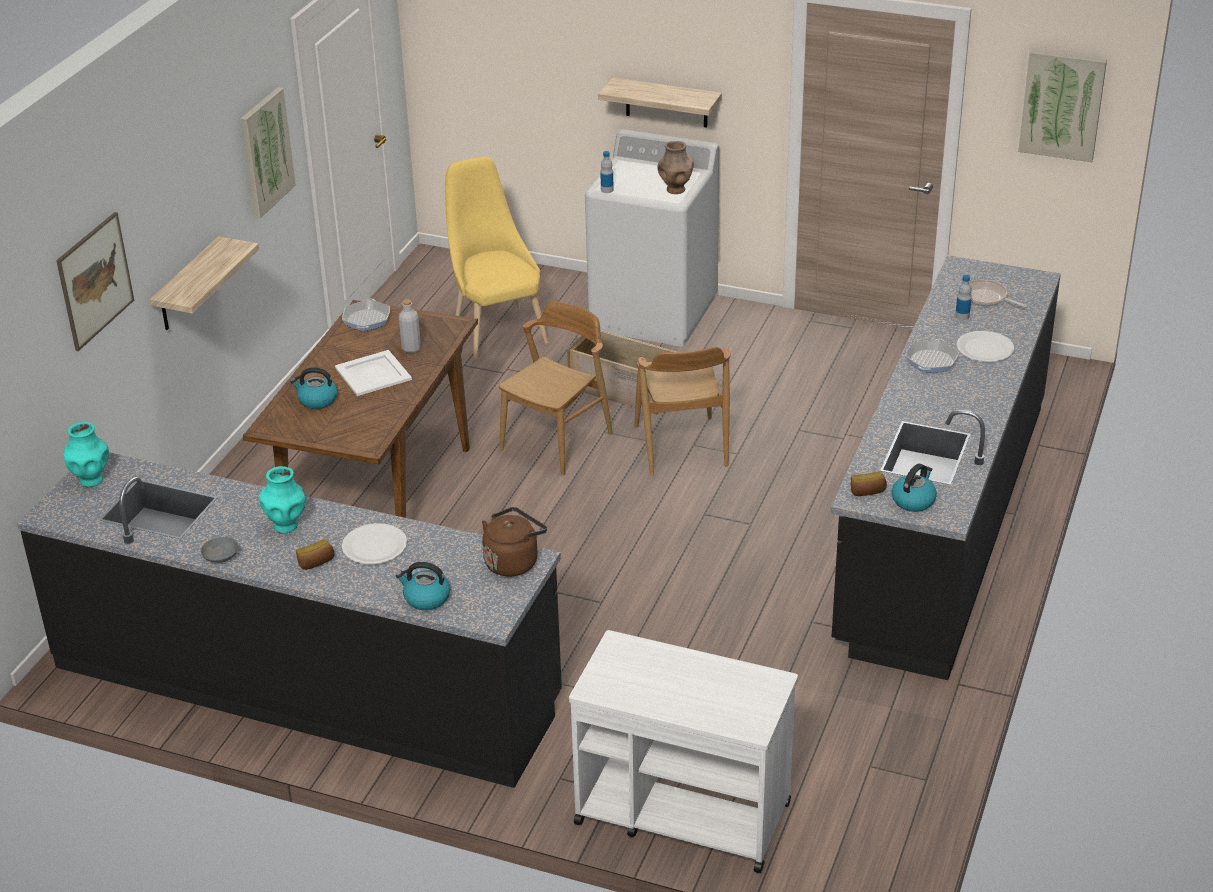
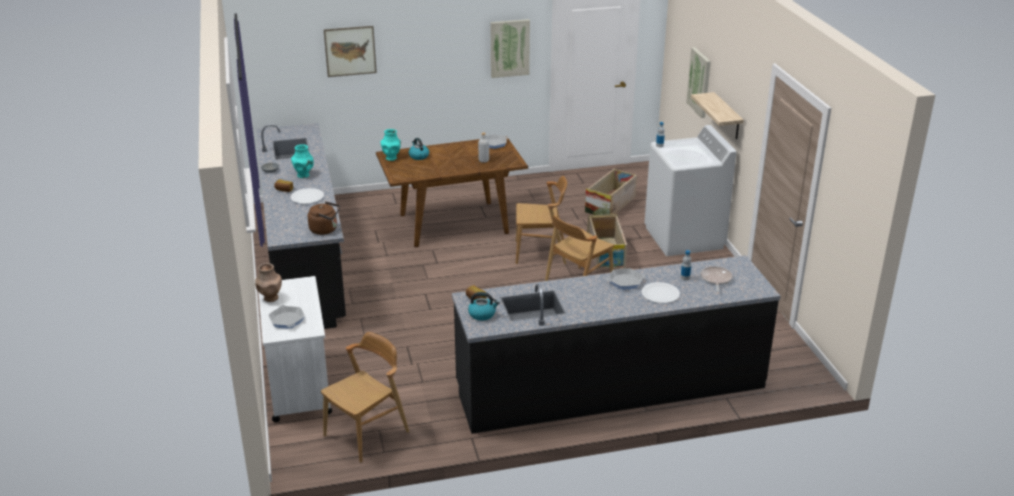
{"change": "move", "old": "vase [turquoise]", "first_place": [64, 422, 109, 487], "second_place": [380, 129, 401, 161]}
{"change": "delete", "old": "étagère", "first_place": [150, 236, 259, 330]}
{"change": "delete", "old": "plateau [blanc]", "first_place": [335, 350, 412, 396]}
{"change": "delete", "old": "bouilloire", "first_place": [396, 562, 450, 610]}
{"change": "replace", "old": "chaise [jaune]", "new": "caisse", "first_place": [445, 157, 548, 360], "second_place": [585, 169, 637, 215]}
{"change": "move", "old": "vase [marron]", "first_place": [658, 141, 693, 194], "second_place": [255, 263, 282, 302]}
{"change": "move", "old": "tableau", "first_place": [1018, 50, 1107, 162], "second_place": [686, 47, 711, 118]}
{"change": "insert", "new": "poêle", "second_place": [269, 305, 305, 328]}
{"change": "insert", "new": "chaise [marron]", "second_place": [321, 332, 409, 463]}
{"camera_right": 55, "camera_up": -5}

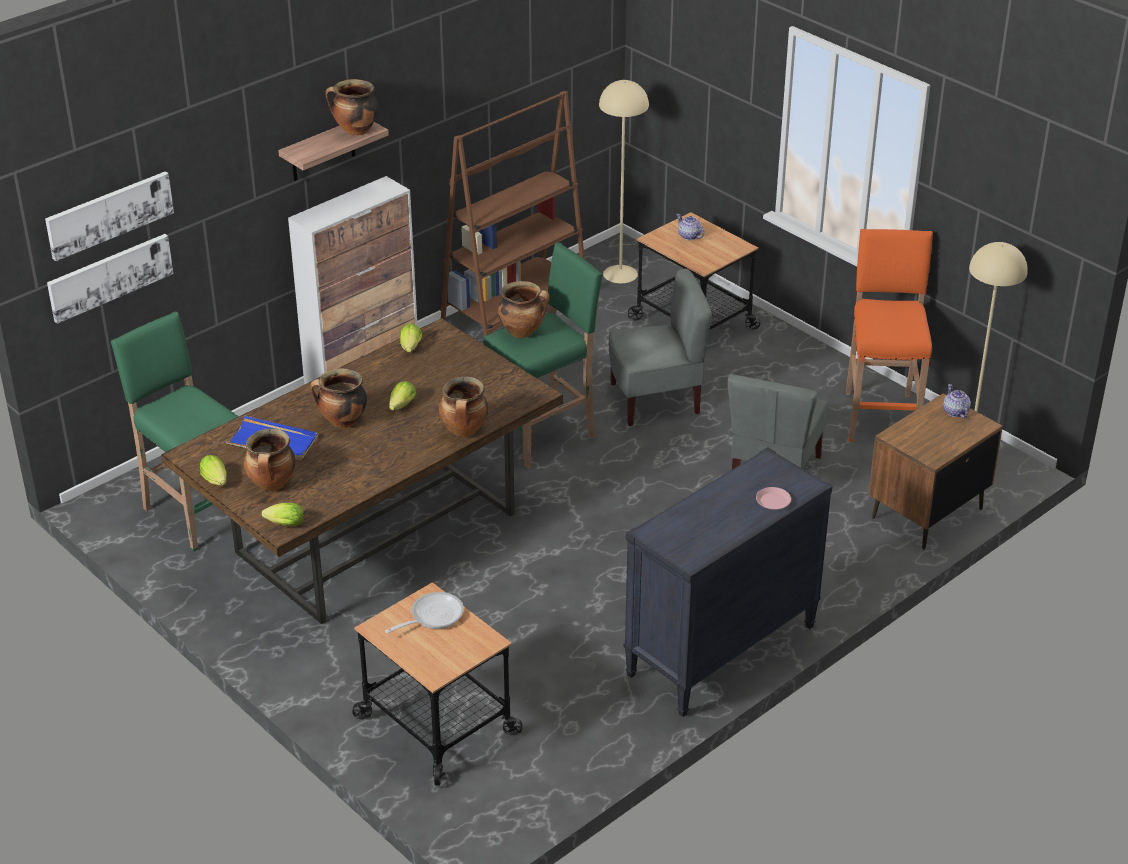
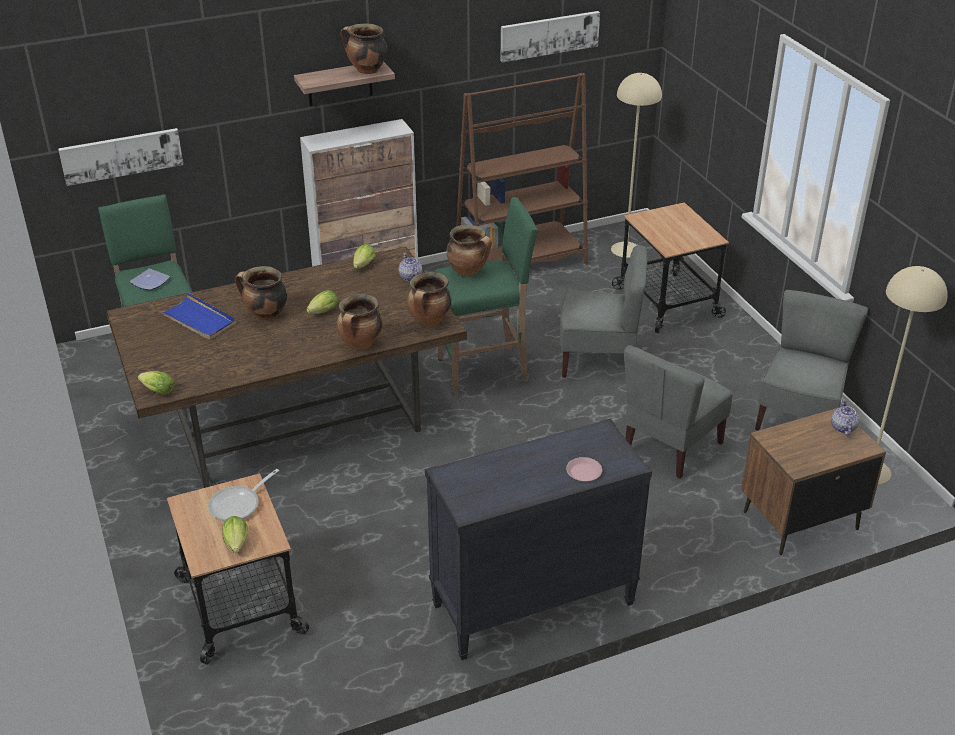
{"change": "move", "old": "tableau", "first_place": [45, 171, 174, 261], "second_place": [500, 11, 600, 62]}
{"change": "move", "old": "laitue", "first_place": [200, 455, 227, 486], "second_place": [222, 516, 248, 553]}
{"change": "move", "old": "marmite", "first_place": [244, 428, 295, 491], "second_place": [407, 272, 452, 327]}
{"change": "rotate", "old": "poêle", "first_place": [385, 592, 464, 633], "second_place": [208, 469, 279, 522], "degrees": 150}
{"change": "move", "old": "théière", "first_place": [676, 214, 704, 240], "second_place": [398, 253, 422, 281]}
{"change": "replace", "old": "tabouret [orange]", "new": "chaise [gris]", "first_place": [846, 229, 933, 442], "second_place": [755, 290, 868, 431]}
{"change": "insert", "new": "assiette", "second_place": [129, 269, 170, 290]}
{"camera_right": 20, "camera_up": 0}

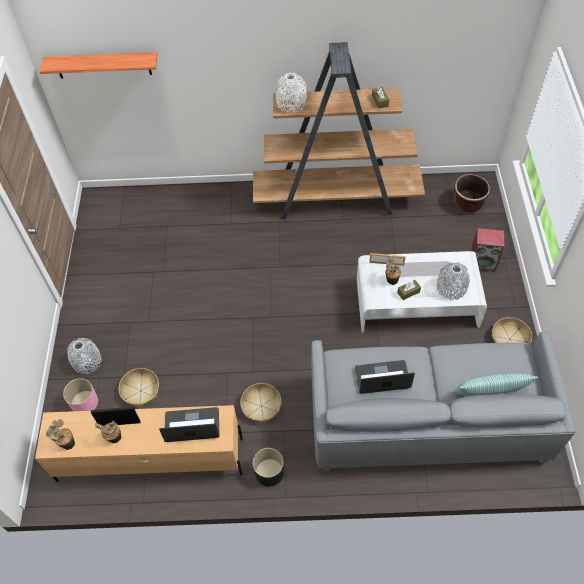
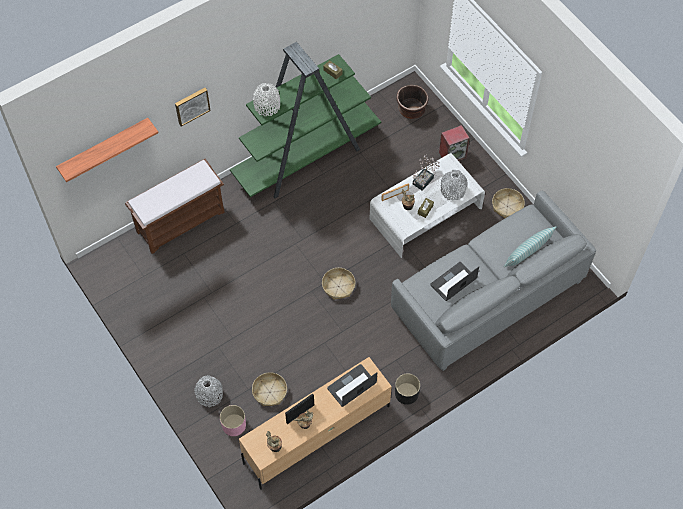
{"change": "move", "old": "panier", "first_place": [240, 383, 281, 423], "second_place": [322, 268, 355, 300]}
{"change": "recolor", "old": "bibliothèque [marron]", "new": "bibliothèque [vert]", "first_place": [253, 42, 425, 219], "second_place": [230, 42, 381, 199]}
{"change": "insert", "new": "banc [marron]", "second_place": [125, 159, 225, 254]}
{"change": "insert", "new": "tableau", "second_place": [175, 88, 211, 126]}
{"change": "insert", "new": "plante en pot", "second_place": [413, 154, 440, 191]}
{"camera_right": -35, "camera_up": 5}

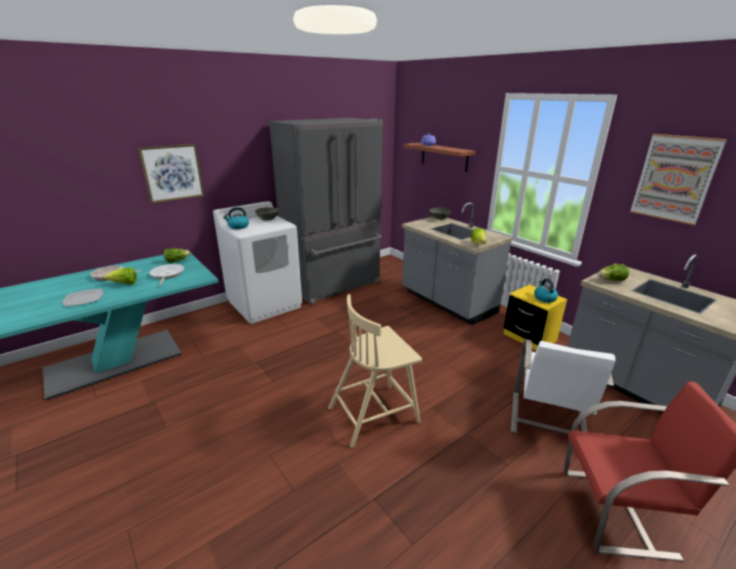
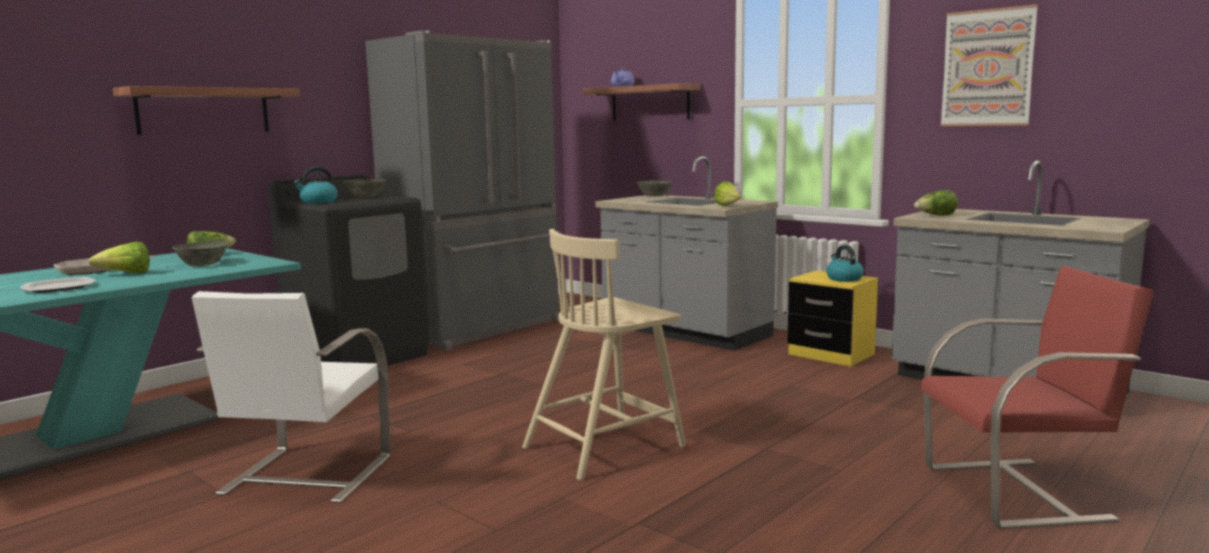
{"change": "replace", "old": "tableau", "new": "étagère", "first_place": [138, 144, 205, 204], "second_place": [113, 86, 300, 135]}
{"change": "replace", "old": "poêle", "new": "bol [gris]", "first_place": [149, 264, 184, 286], "second_place": [172, 241, 228, 266]}
{"change": "recolor", "old": "lave-linge [blanc]", "new": "lave-linge [noir]", "first_place": [213, 201, 302, 324], "second_place": [268, 174, 430, 366]}
{"change": "move", "old": "chaise [blanc]", "first_place": [511, 339, 616, 434], "second_place": [192, 291, 391, 503]}
{"camera_right": -10, "camera_up": -15}

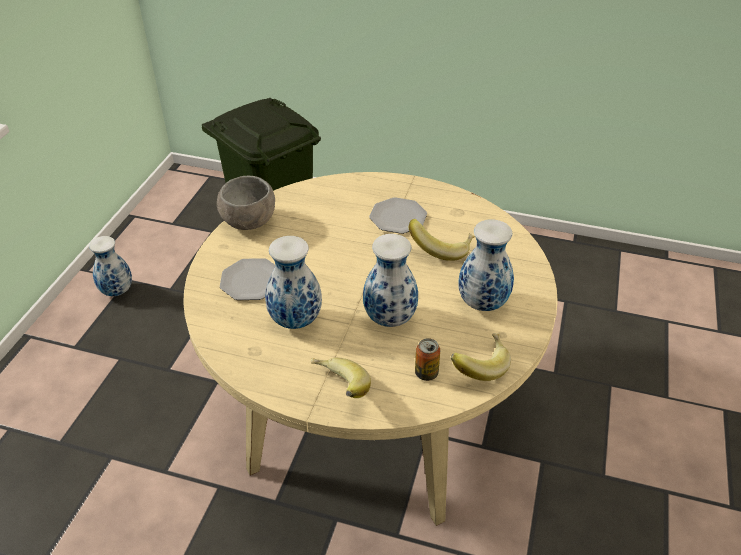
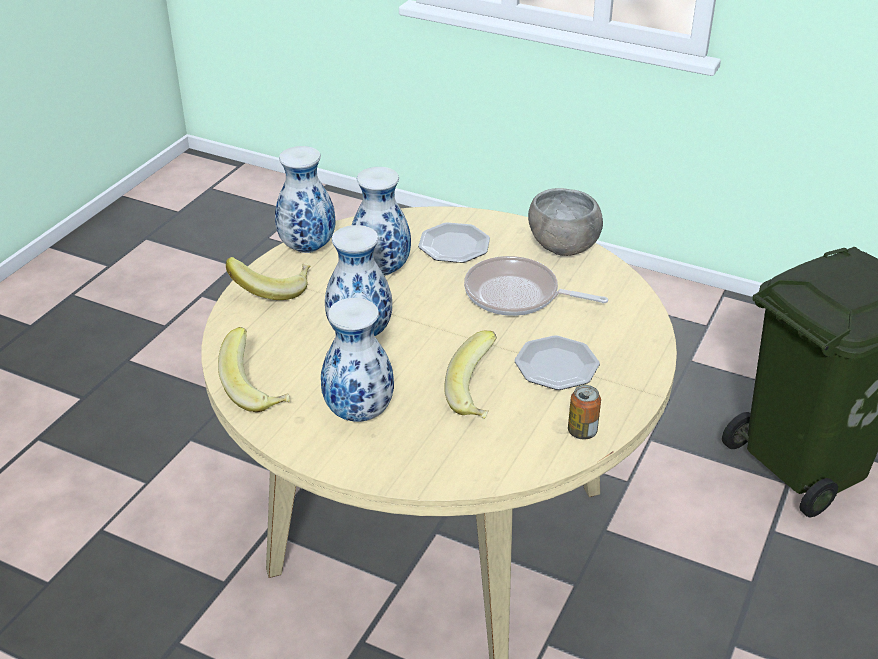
{"change": "move", "old": "vase", "first_place": [89, 236, 132, 296], "second_place": [275, 146, 336, 253]}
{"change": "move", "old": "boîte métallique", "first_place": [415, 338, 440, 381], "second_place": [568, 385, 601, 440]}
{"change": "insert", "new": "poêle", "second_place": [464, 256, 608, 316]}
{"camera_right": 100, "camera_up": -5}

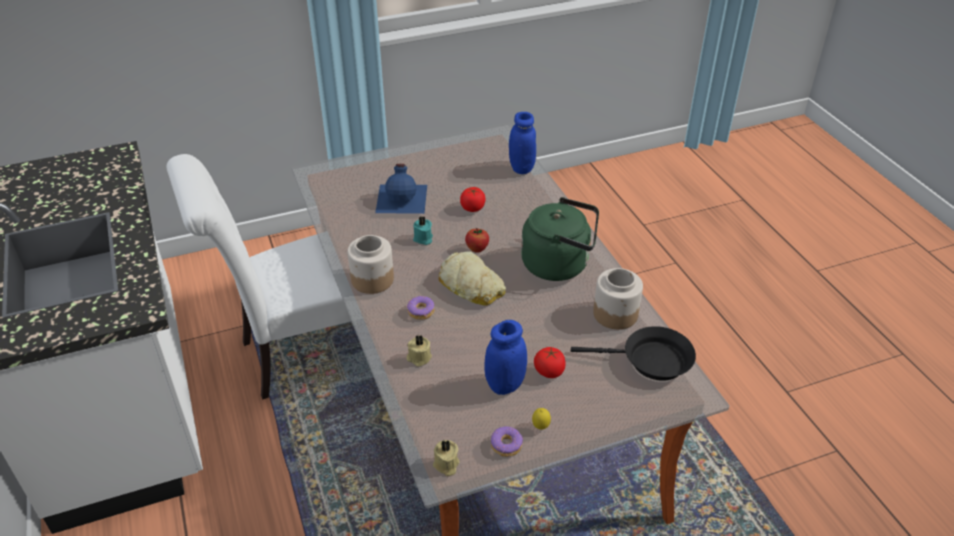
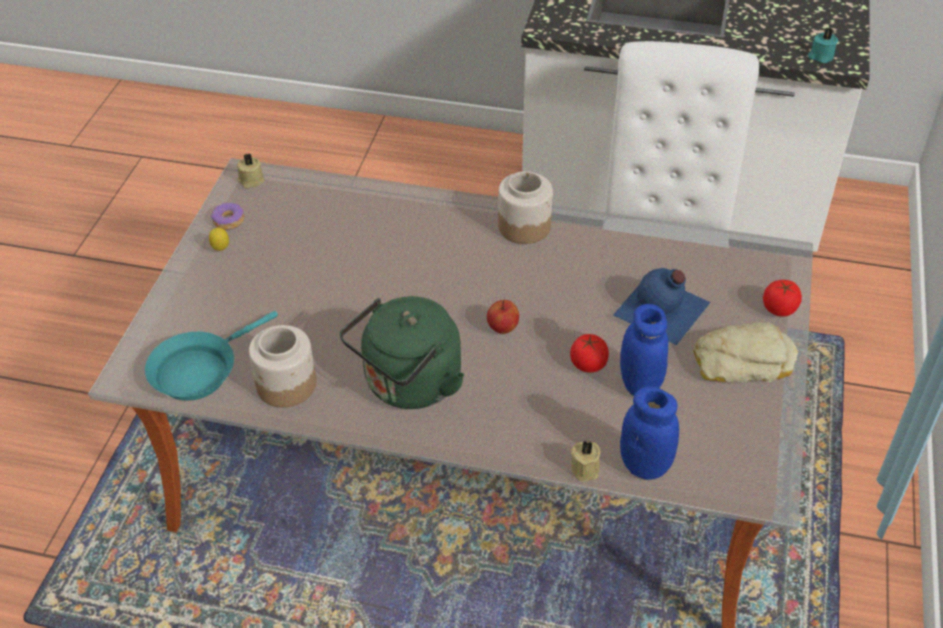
{"change": "delete", "old": "beignet", "first_place": [407, 296, 435, 320]}
{"change": "move", "old": "bougie [beige]", "first_place": [407, 334, 432, 367], "second_place": [571, 440, 600, 482]}
{"change": "move", "old": "bougie [turquoise]", "first_place": [413, 216, 433, 245], "second_place": [808, 28, 838, 63]}
{"change": "move", "old": "pain", "first_place": [438, 252, 506, 306], "second_place": [693, 322, 798, 383]}
{"change": "move", "old": "bocal [bleu]", "first_place": [485, 320, 527, 395], "second_place": [620, 304, 668, 396]}
{"change": "move", "old": "tomate", "first_place": [534, 347, 565, 378], "second_place": [763, 280, 802, 317]}
{"change": "recolor", "old": "poêle [noir]", "new": "poêle [turquoise]", "first_place": [571, 326, 696, 381], "second_place": [145, 311, 278, 401]}
{"camera_right": 125, "camera_up": 5}

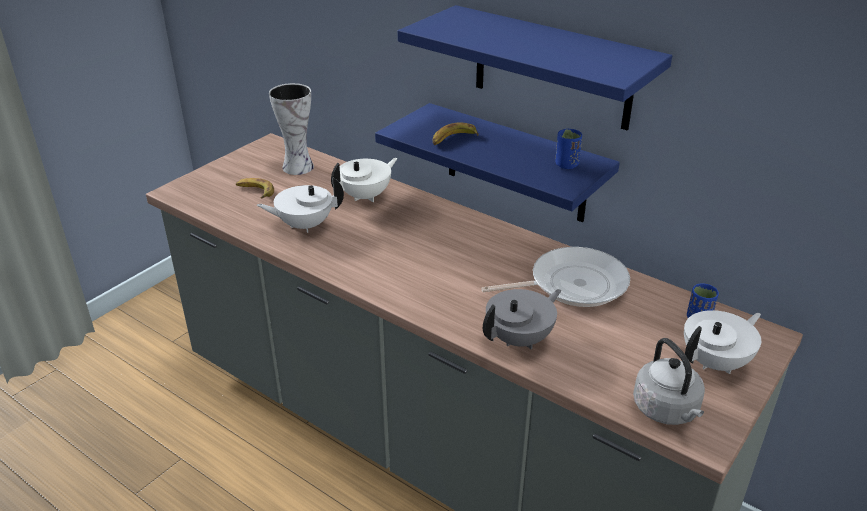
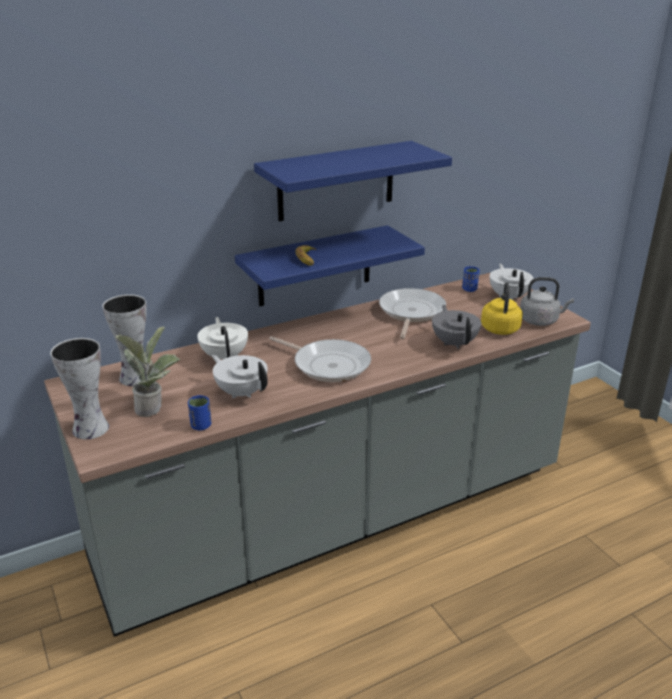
{"change": "replace", "old": "banane", "new": "plante en pot", "first_place": [236, 178, 274, 198], "second_place": [116, 326, 180, 417]}
{"change": "rotate", "old": "théière [blanc]", "first_place": [257, 177, 344, 233], "second_place": [212, 355, 268, 399], "degrees": 120}
{"change": "move", "old": "tasse [bleu]", "first_place": [555, 129, 582, 169], "second_place": [188, 395, 211, 431]}
{"change": "insert", "new": "vase", "second_place": [50, 338, 109, 439]}
{"change": "insert", "new": "poêle", "second_place": [269, 336, 371, 382]}
{"change": "insert", "new": "bouilloire [jaune]", "second_place": [481, 282, 523, 335]}
{"camera_right": -65, "camera_up": -5}

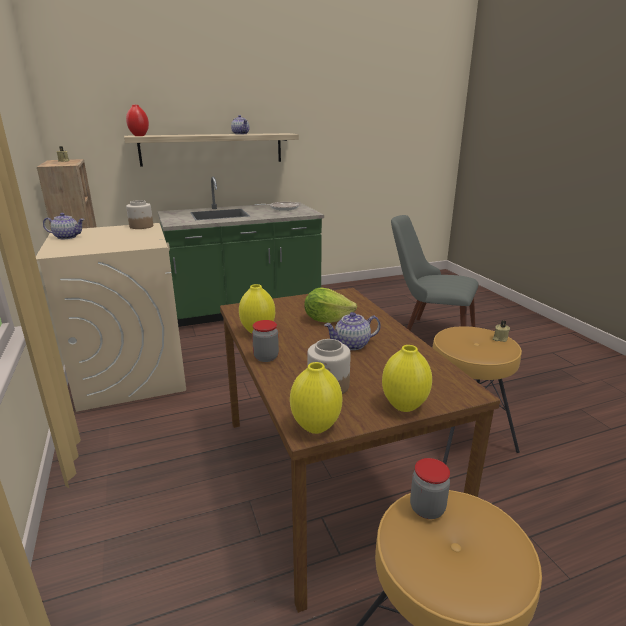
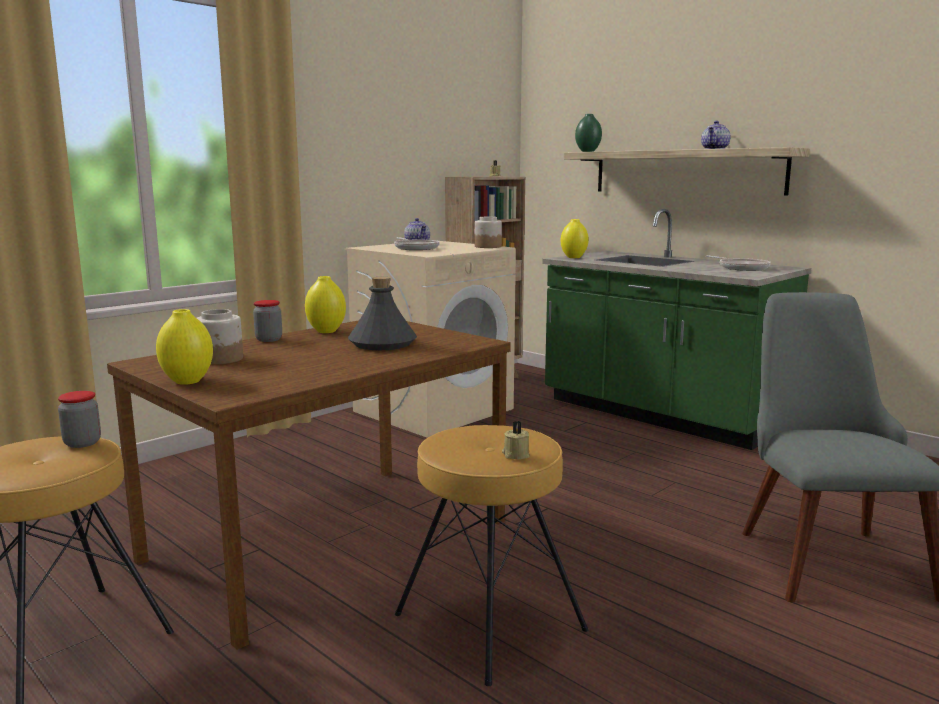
{"change": "recolor", "old": "vase [rouge]", "new": "vase [vert]", "first_place": [126, 105, 149, 136], "second_place": [575, 114, 602, 152]}
{"change": "move", "old": "vase [jaune]", "first_place": [290, 362, 342, 434], "second_place": [561, 219, 589, 258]}
{"change": "replace", "old": "laitue", "new": "bouteille [gris]", "first_place": [304, 288, 357, 323], "second_place": [348, 277, 417, 350]}
{"change": "delete", "old": "théière", "first_place": [324, 312, 381, 350]}
{"change": "insert", "new": "poêle", "second_place": [394, 237, 440, 250]}
{"camera_right": 65, "camera_up": -10}

